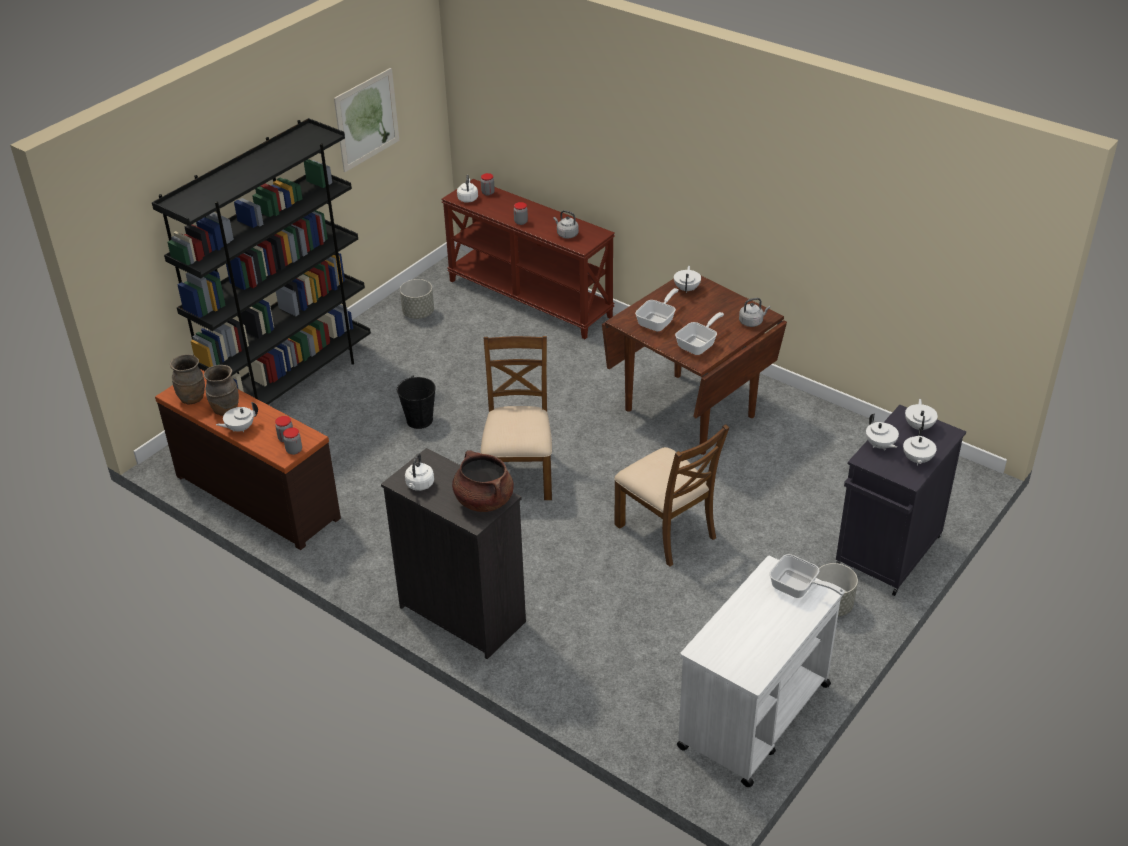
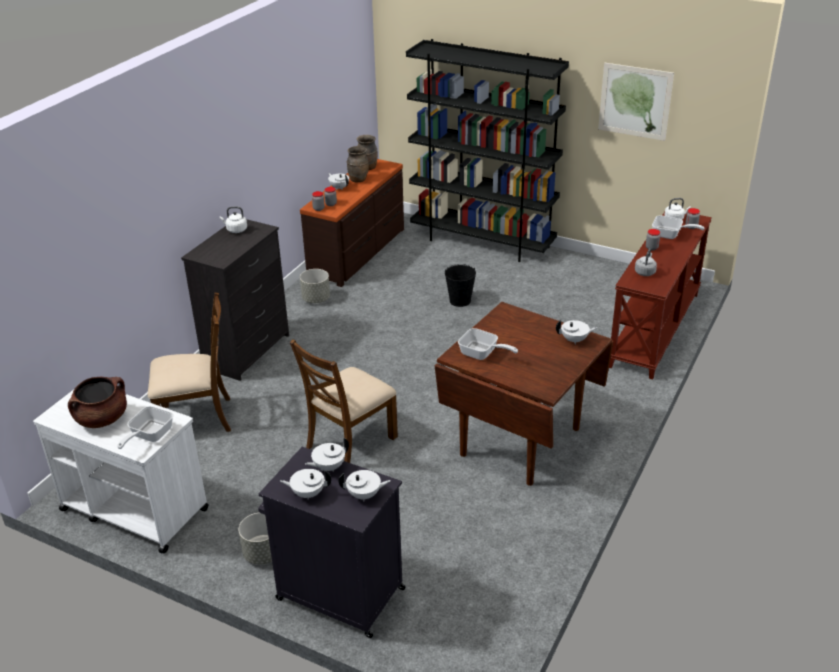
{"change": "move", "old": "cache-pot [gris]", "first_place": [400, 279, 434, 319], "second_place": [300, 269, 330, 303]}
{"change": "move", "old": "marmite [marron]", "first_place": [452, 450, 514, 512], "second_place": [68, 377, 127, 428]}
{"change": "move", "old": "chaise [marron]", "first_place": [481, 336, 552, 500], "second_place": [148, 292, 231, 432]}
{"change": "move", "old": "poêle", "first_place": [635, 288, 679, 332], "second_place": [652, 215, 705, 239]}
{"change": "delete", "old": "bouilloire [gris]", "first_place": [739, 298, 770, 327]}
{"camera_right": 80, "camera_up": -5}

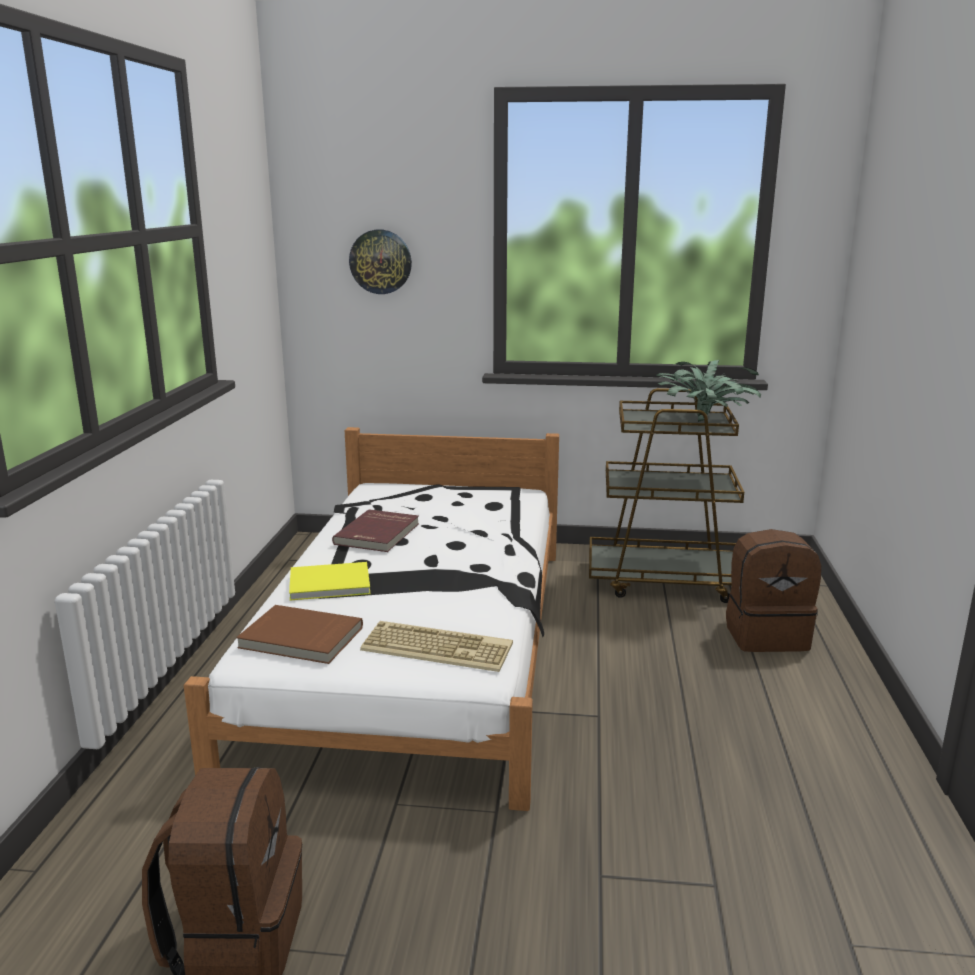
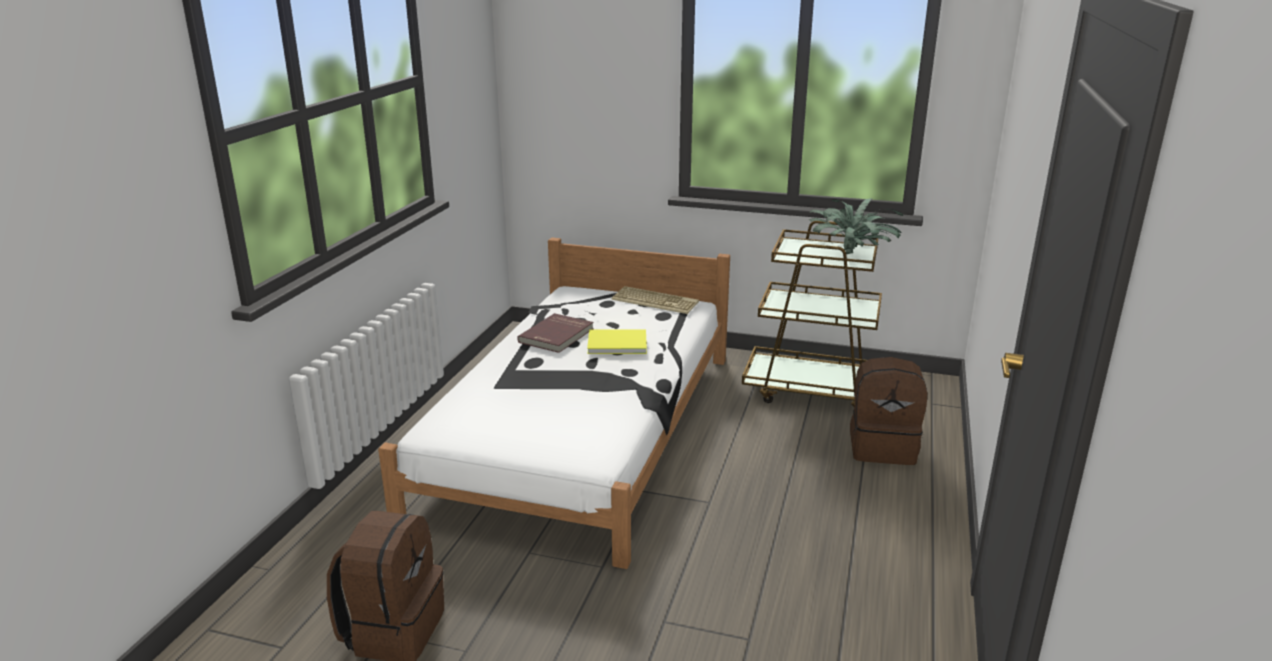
{"change": "delete", "old": "livre [marron]", "first_place": [236, 605, 363, 664]}
{"change": "move", "old": "livre [jaune]", "first_place": [289, 562, 371, 600], "second_place": [587, 329, 647, 354]}
{"change": "delete", "old": "horloge murale", "first_place": [349, 230, 412, 294]}
{"change": "move", "old": "clavier", "first_place": [360, 621, 513, 672], "second_place": [611, 286, 699, 314]}
{"camera_right": 10, "camera_up": 5}

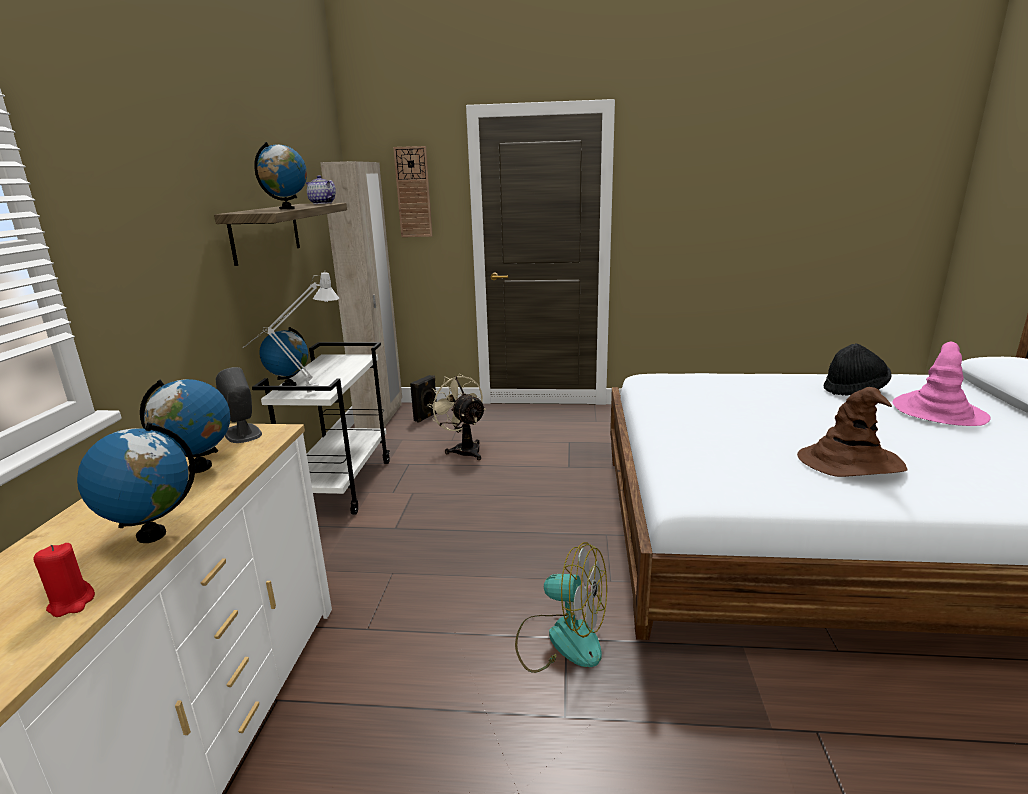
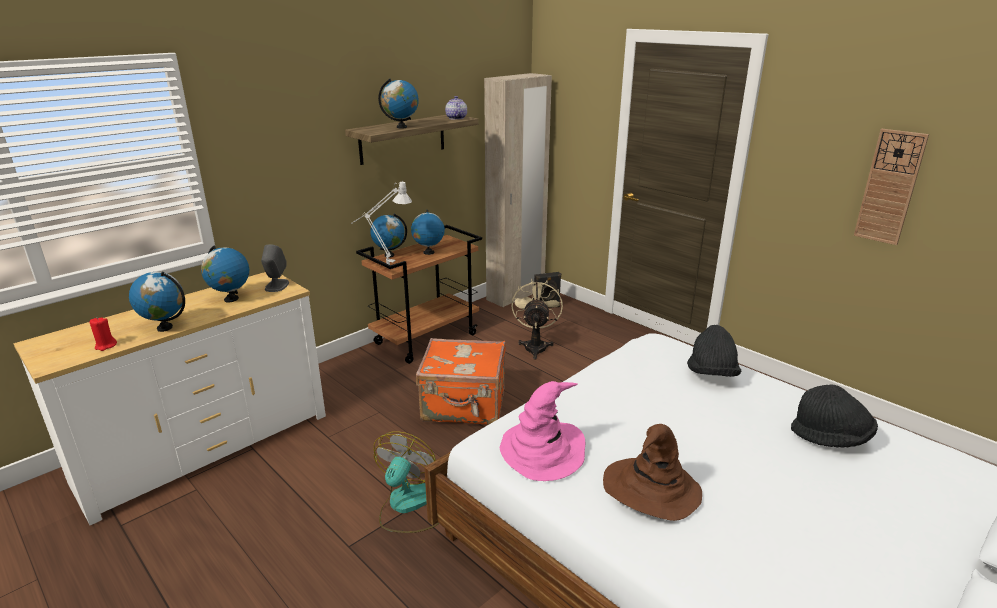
{"change": "recolor", "old": "chariot [blanc]", "new": "chariot [marron]", "first_place": [252, 342, 390, 514], "second_place": [356, 225, 482, 364]}
{"change": "move", "old": "horloge murale", "first_place": [393, 146, 432, 237], "second_place": [854, 129, 929, 245]}
{"change": "rotate", "old": "ventilateur", "first_place": [515, 542, 607, 673], "second_place": [374, 431, 439, 533], "degrees": -135}
{"change": "move", "old": "chapeau [rose]", "first_place": [892, 341, 991, 426], "second_place": [500, 381, 585, 481]}
{"change": "insert", "new": "globe", "second_place": [411, 210, 445, 255]}
{"change": "insert", "new": "valise [orange]", "second_place": [416, 338, 506, 425]}
{"change": "insert", "new": "chapeau [noir]", "second_place": [687, 325, 741, 377]}
{"camera_right": 40, "camera_up": 5}

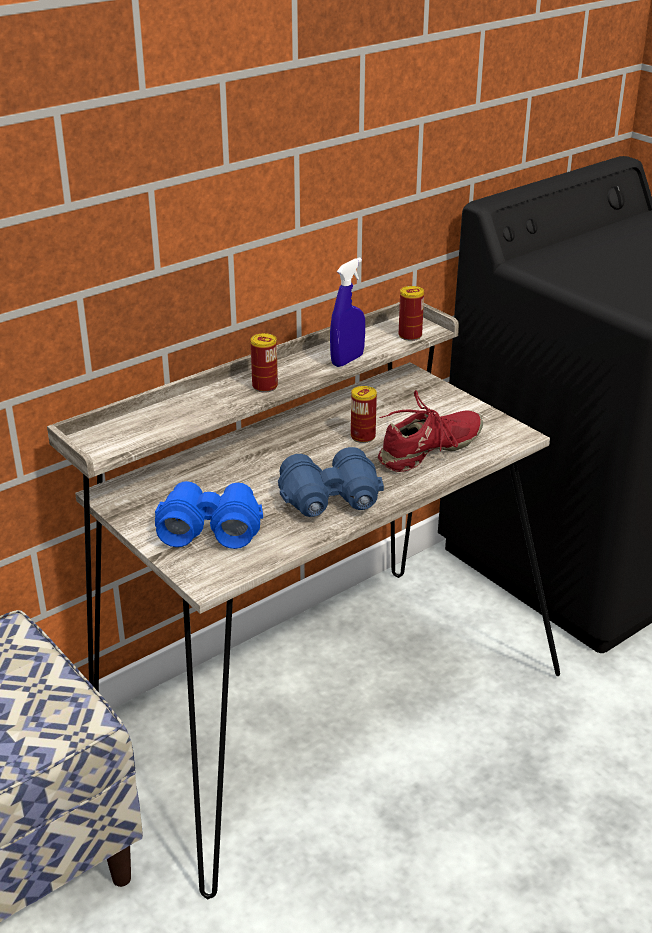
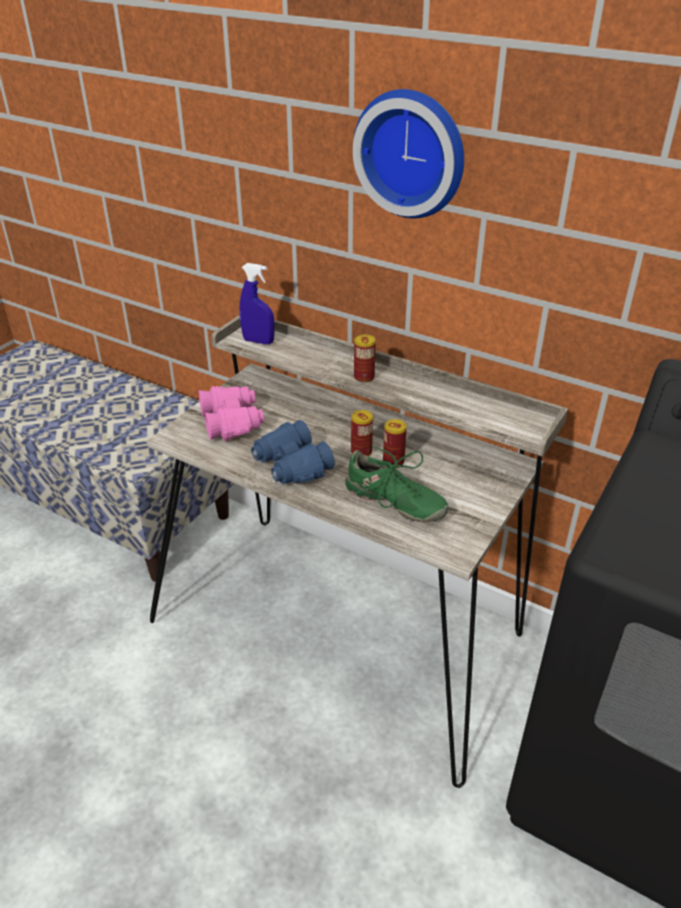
{"change": "recolor", "old": "jumelles [bleu]", "new": "jumelles [rose]", "first_place": [155, 481, 263, 549], "second_place": [198, 386, 264, 441]}
{"change": "move", "old": "vaporisateur [bleu]", "first_place": [330, 257, 365, 367], "second_place": [239, 263, 274, 344]}
{"change": "recolor", "old": "chaussure [rouge]", "new": "chaussure [vert]", "first_place": [378, 390, 483, 472], "second_place": [345, 446, 449, 522]}
{"change": "move", "old": "boîte métallique", "first_place": [399, 286, 424, 341], "second_place": [351, 410, 373, 457]}
{"change": "insert", "new": "horloge murale", "second_place": [353, 89, 464, 218]}
{"camera_right": 70, "camera_up": 5}

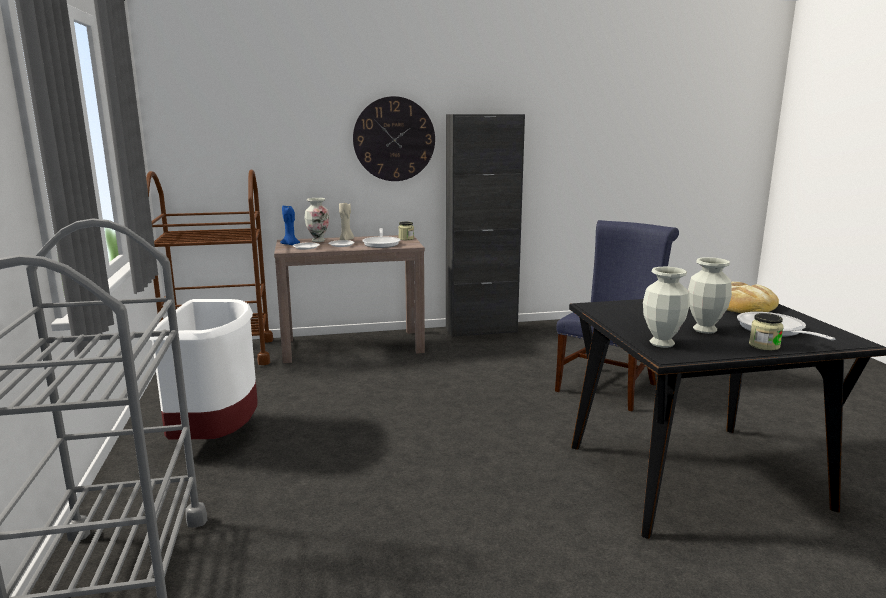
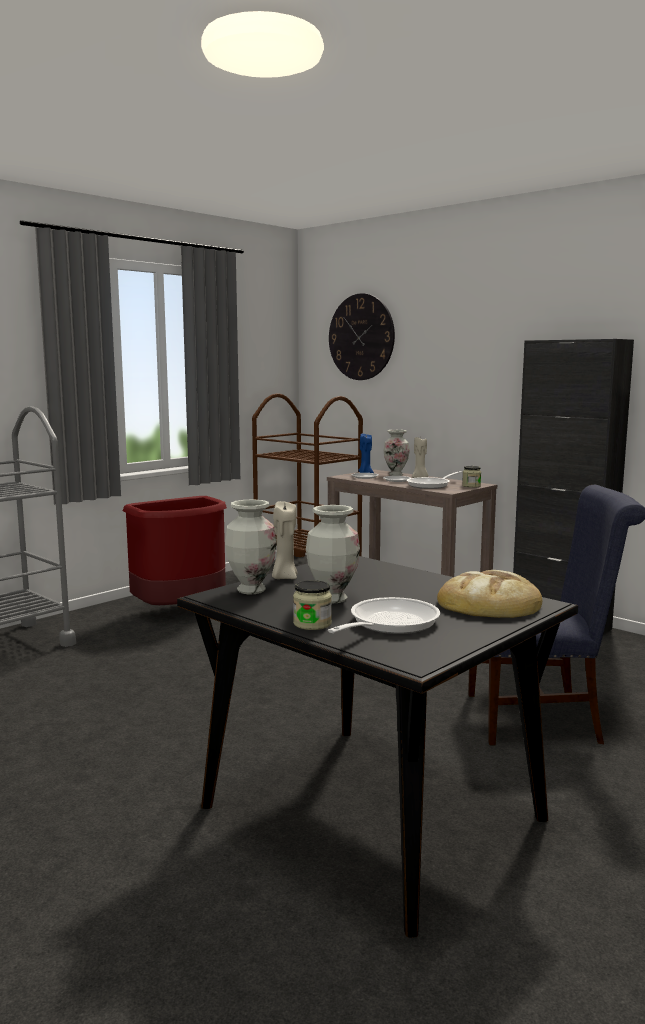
{"change": "recolor", "old": "poubelle [blanc]", "new": "poubelle [rouge]", "first_place": [149, 299, 258, 440], "second_place": [123, 496, 227, 605]}
{"change": "move", "old": "horloge murale", "first_place": [353, 96, 435, 181], "second_place": [329, 293, 395, 380]}
{"change": "insert", "new": "bougie [beige]", "second_place": [272, 501, 298, 579]}
{"camera_right": 55, "camera_up": -5}

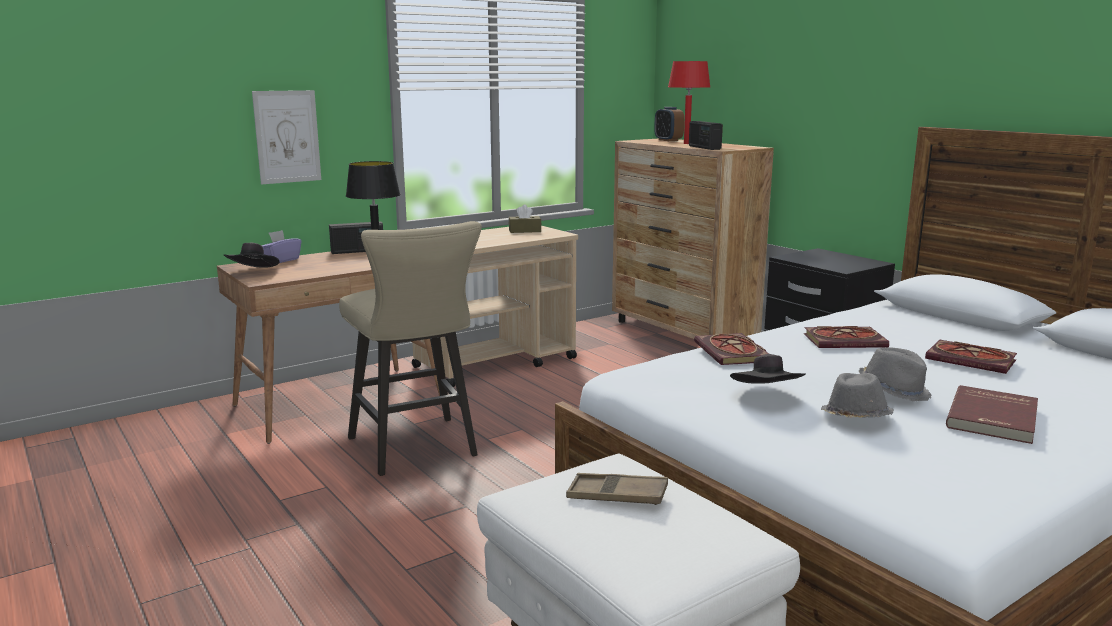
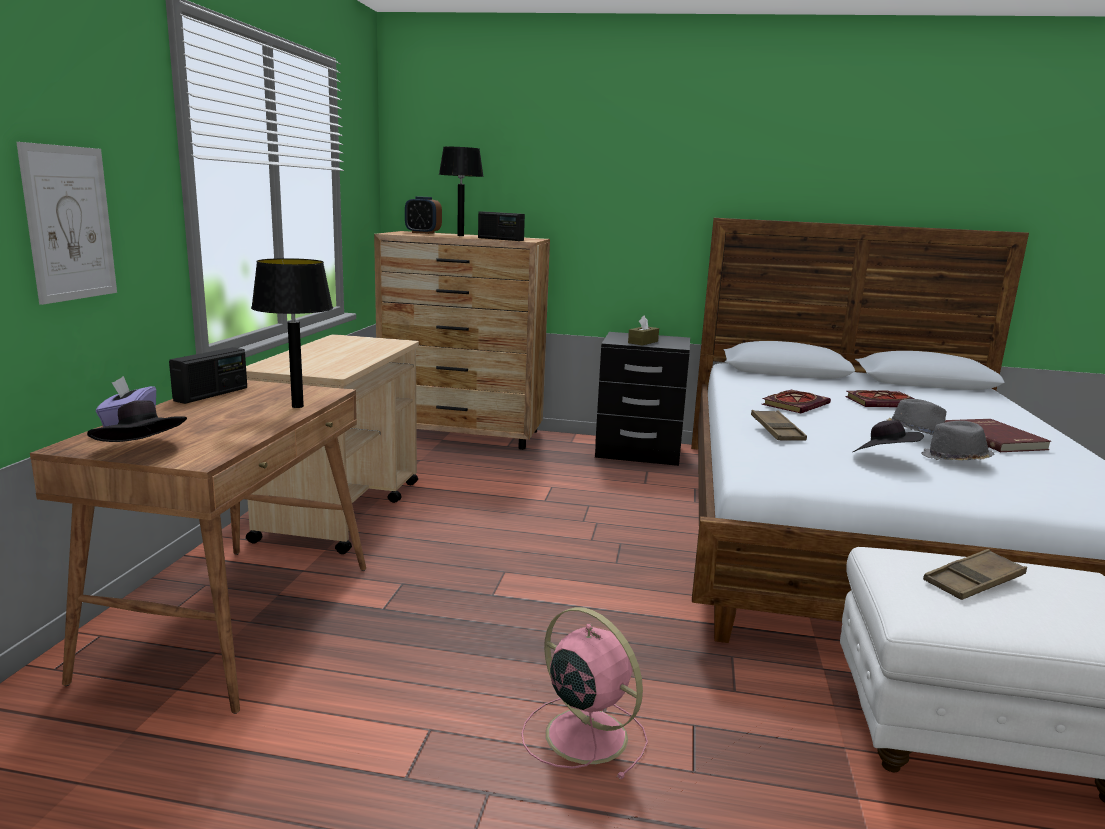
{"change": "delete", "old": "tabouret [beige]", "first_place": [339, 221, 482, 476]}
{"change": "move", "old": "boîte à mouchoirs [marron]", "first_place": [509, 205, 541, 233], "second_place": [628, 315, 659, 346]}
{"change": "recolor", "old": "lampe de table [rouge]", "new": "lampe de table [noir]", "first_place": [668, 61, 710, 144], "second_place": [439, 147, 484, 236]}
{"change": "replace", "old": "livre", "new": "plateau [marron]", "first_place": [694, 333, 769, 365], "second_place": [751, 410, 807, 441]}
{"change": "insert", "new": "ventilateur [rose]", "second_place": [521, 607, 648, 780]}
{"camera_right": -45, "camera_up": 0}

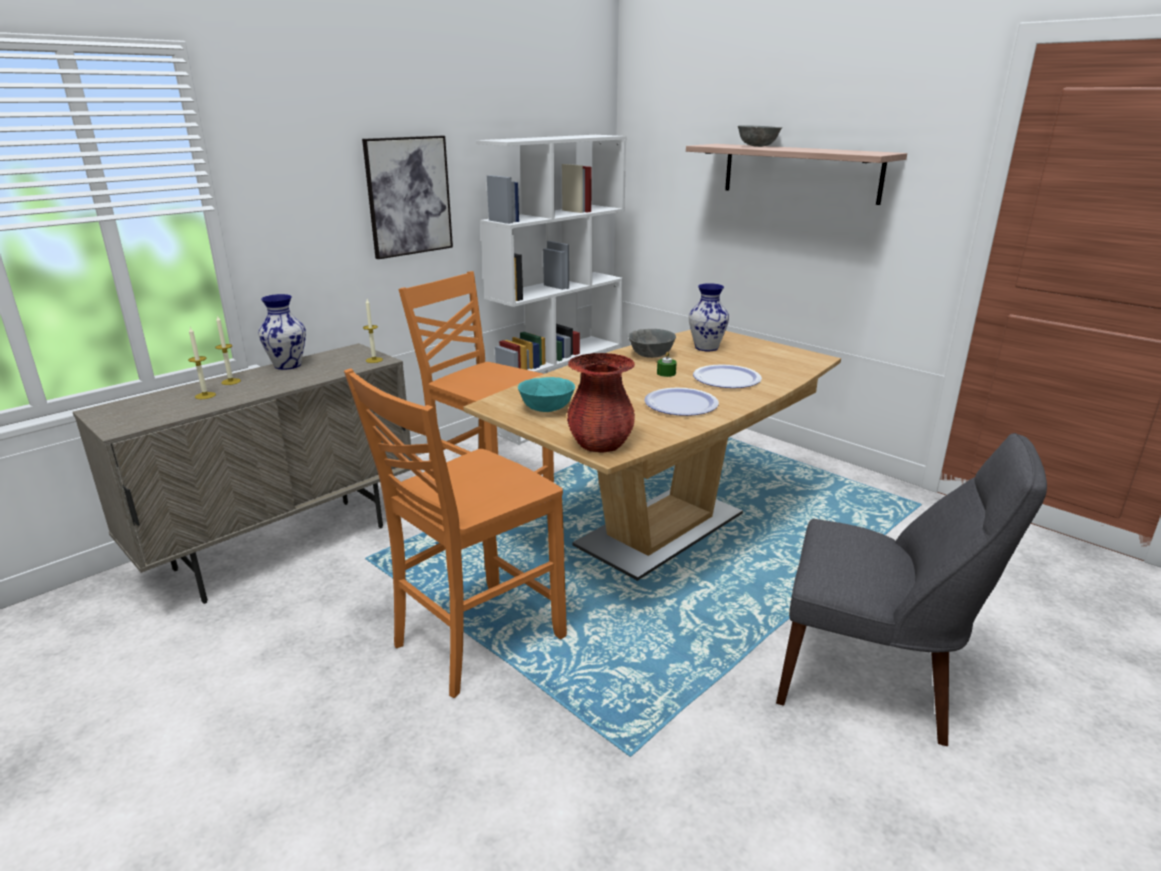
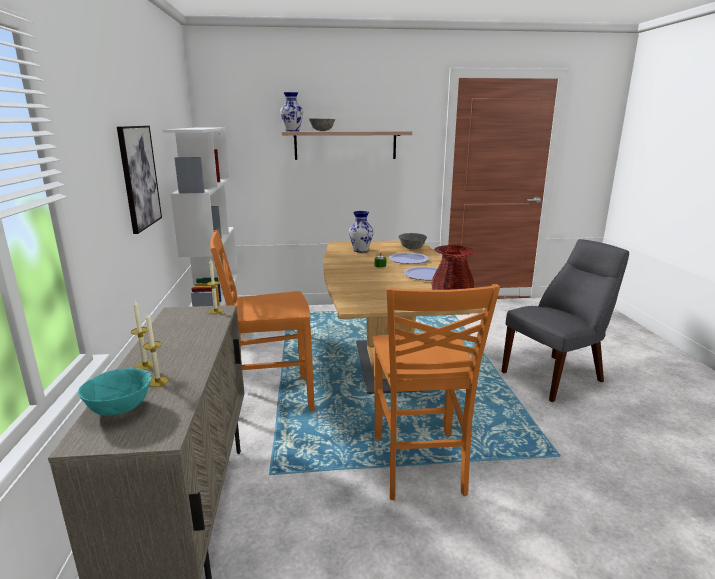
{"change": "move", "old": "vase", "first_place": [258, 294, 306, 370], "second_place": [280, 92, 303, 131]}
{"change": "move", "old": "bol [turquoise]", "first_place": [518, 377, 575, 412], "second_place": [78, 368, 151, 416]}
{"change": "move", "old": "bol [gris]", "first_place": [628, 329, 676, 358], "second_place": [399, 233, 427, 249]}
{"camera_right": -50, "camera_up": -5}

